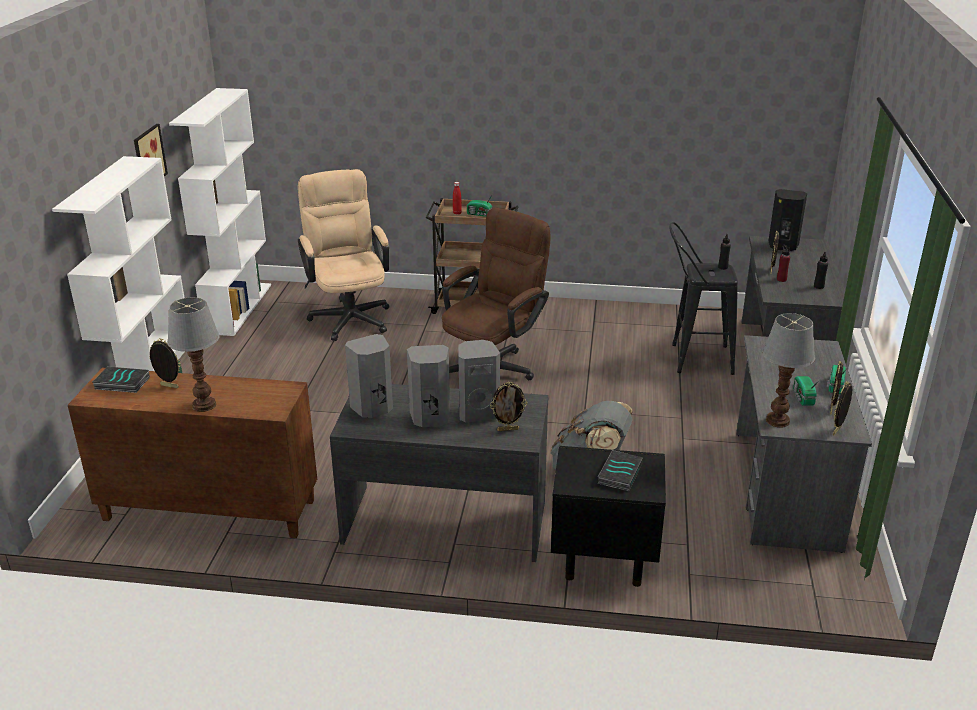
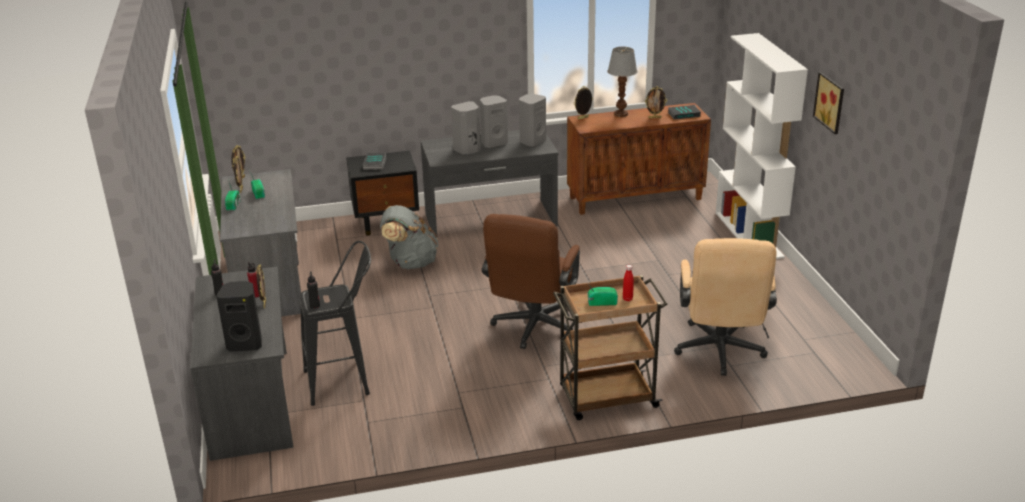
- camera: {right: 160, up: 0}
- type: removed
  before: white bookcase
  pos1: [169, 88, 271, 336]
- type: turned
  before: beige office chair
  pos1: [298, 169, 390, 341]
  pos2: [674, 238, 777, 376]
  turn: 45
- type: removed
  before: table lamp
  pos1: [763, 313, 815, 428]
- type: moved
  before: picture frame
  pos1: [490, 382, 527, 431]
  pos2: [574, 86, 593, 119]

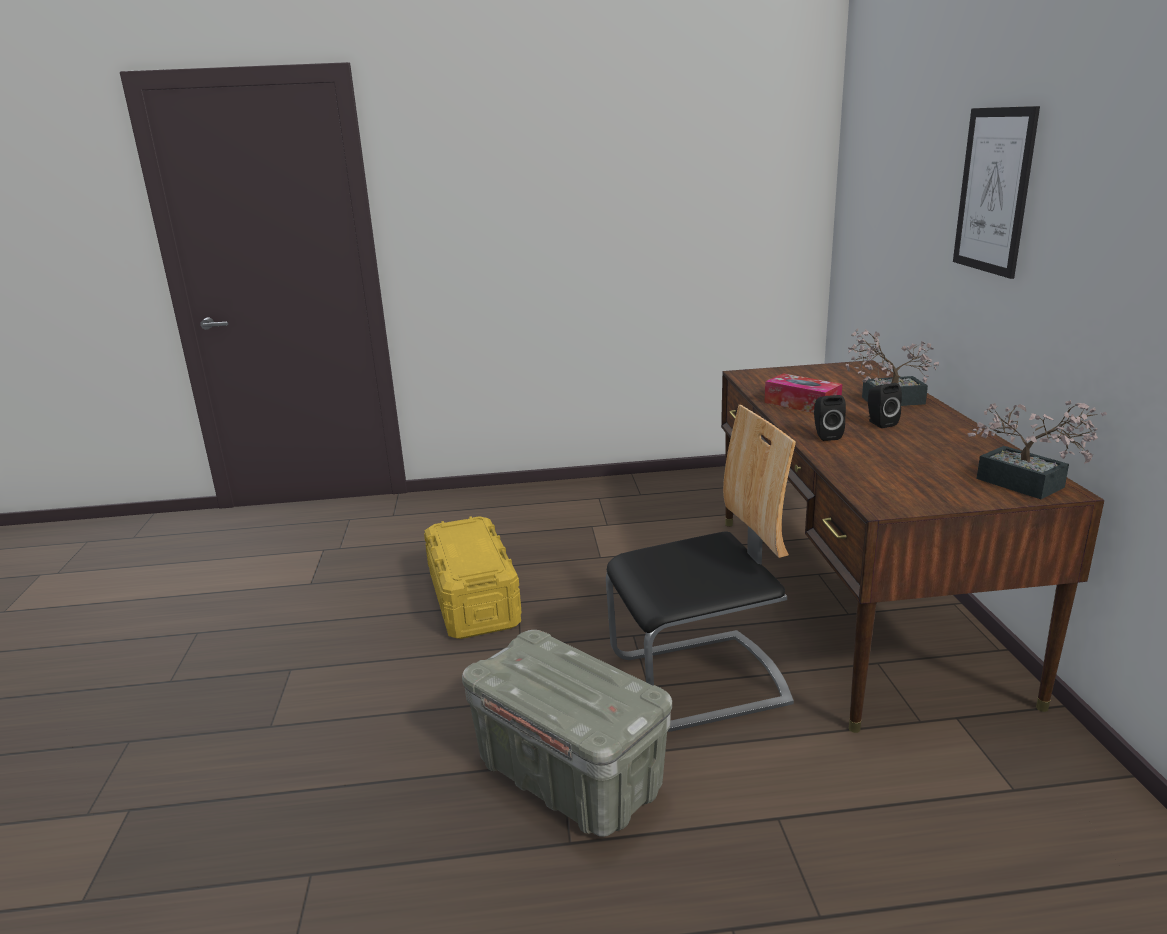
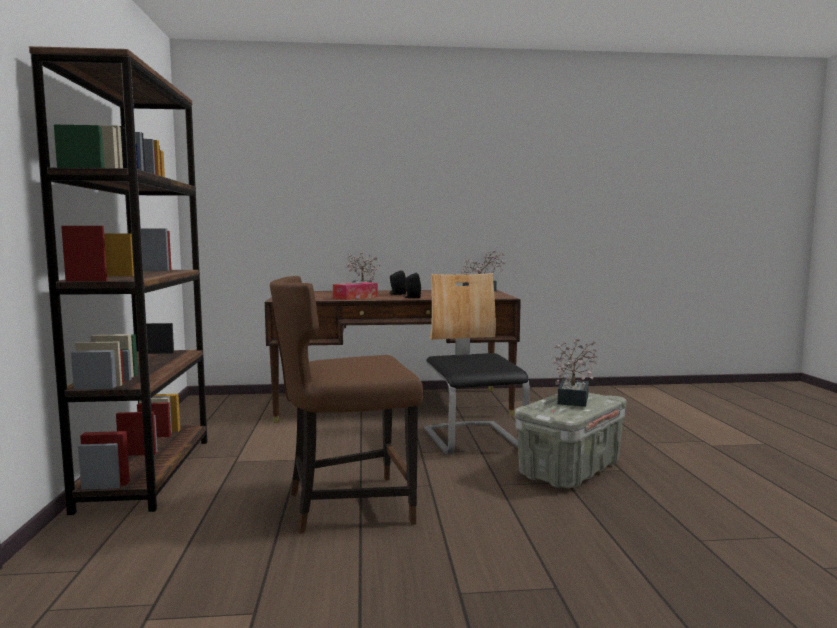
- camera: {right: -90, up: -15}
- type: removed
  before: picture
  pos1: [953, 106, 1040, 279]
- type: replaced
  before: yellow storage box
  after: brown chair
  pos1: [424, 516, 522, 639]
  pos2: [270, 276, 423, 534]
- type: added
  after: brown bookcase
  pos2: [29, 46, 207, 515]
- type: added
  after: potted plant
  pos2: [551, 338, 599, 407]

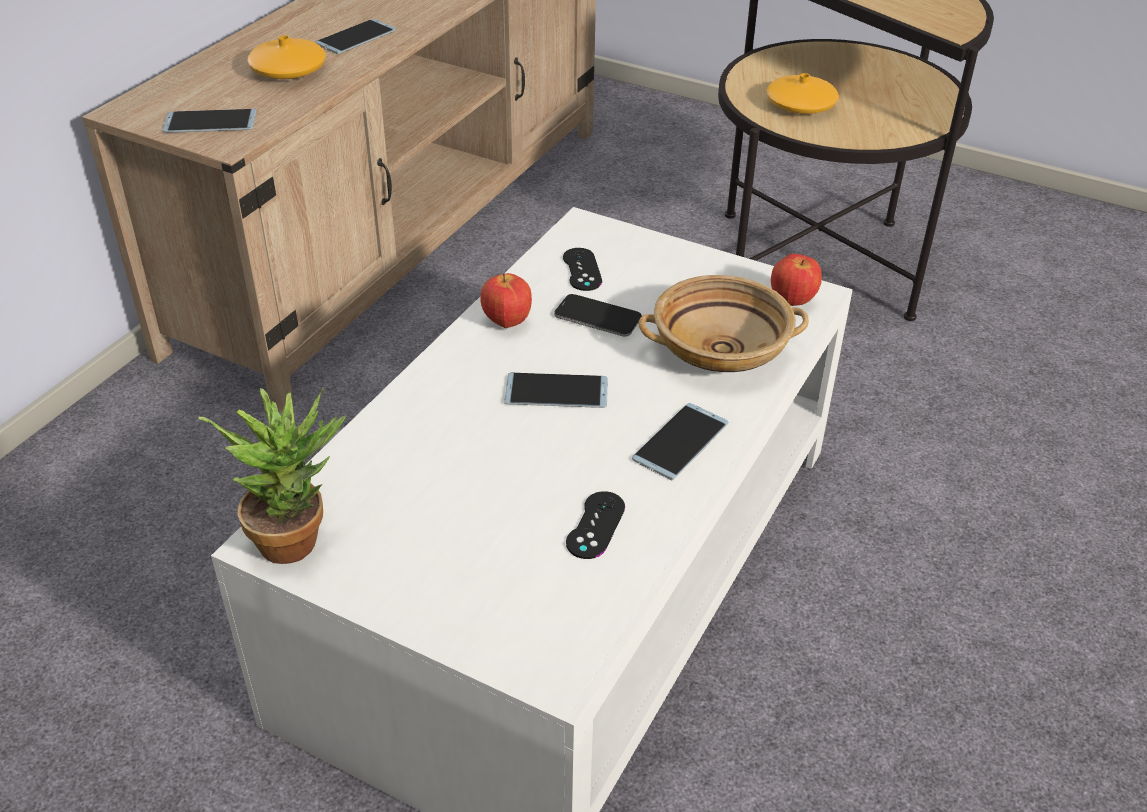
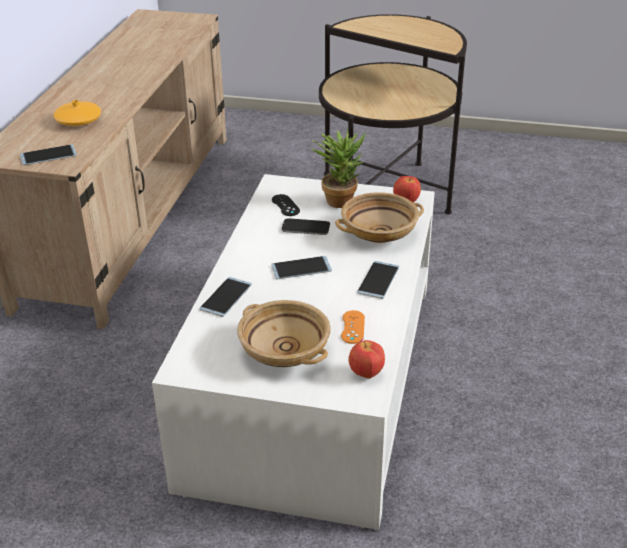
- camera: {right: -15, up: -5}
- type: moved
  before: phone
  pos1: [315, 19, 396, 54]
  pos2: [199, 277, 252, 317]
- type: removed
  before: orange vase
  pos1: [767, 73, 839, 114]
- type: moved
  before: apple
  pos1: [480, 273, 532, 329]
  pos2: [348, 340, 385, 379]
- type: moved
  before: potted plant
  pos1: [198, 388, 347, 564]
  pos2: [312, 130, 366, 208]
- type: recoloured
  before: black game controller
  after: orange game controller
  pos1: [566, 491, 625, 559]
  pos2: [341, 310, 365, 344]
- type: added
  after: beige bowl
  pos2: [237, 300, 331, 367]

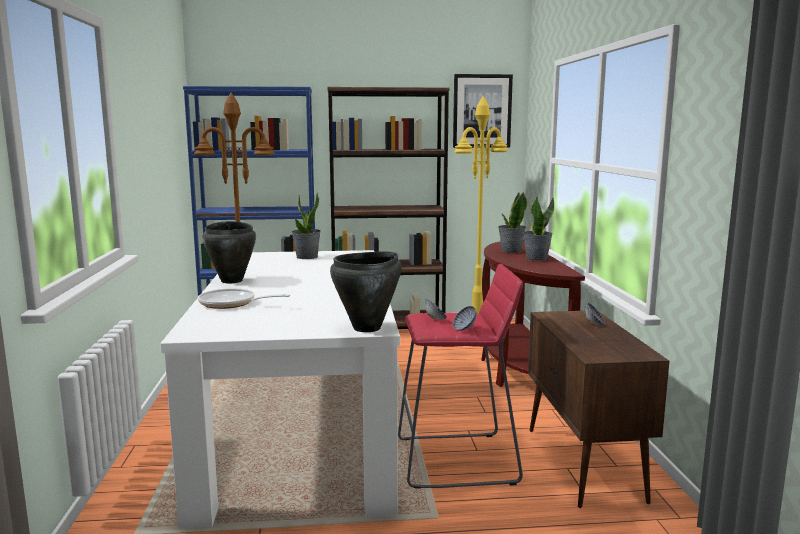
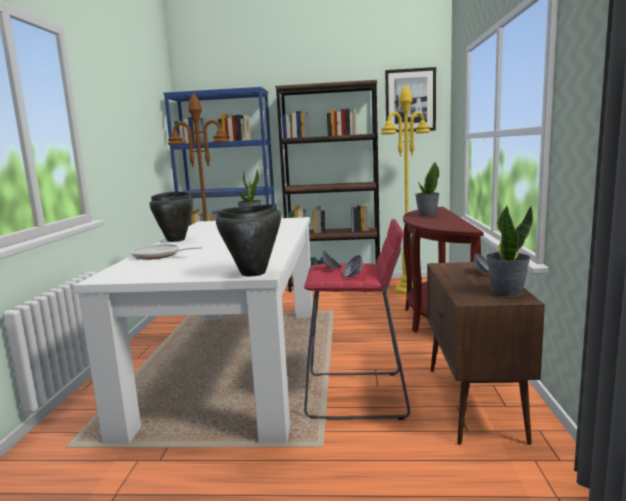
- camera: {right: 10, up: 0}
- type: moved
  before: potted plant
  pos1: [523, 196, 554, 261]
  pos2: [486, 205, 533, 297]

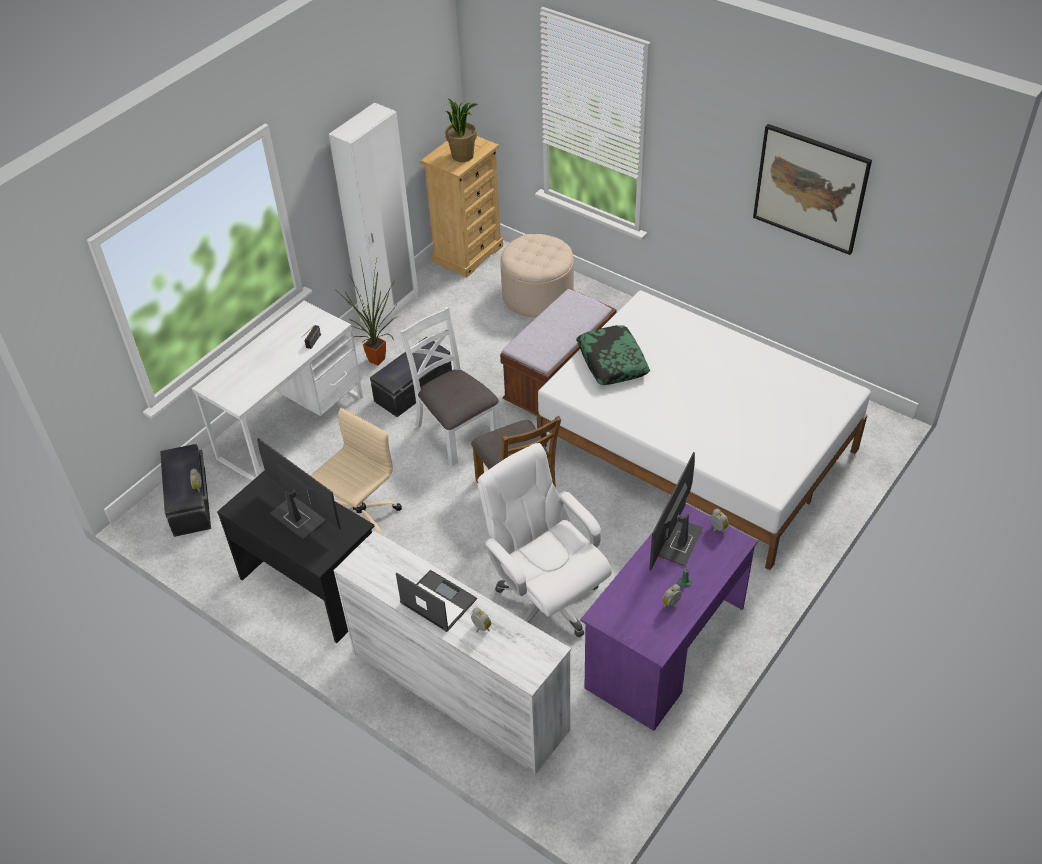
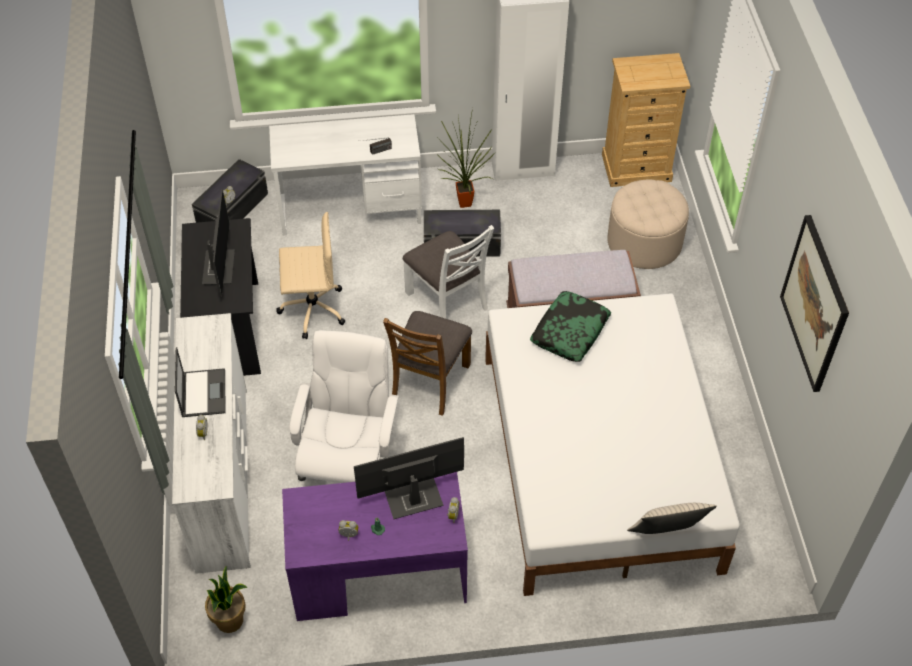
- camera: {right: 45, up: 5}
- type: moved
  before: potted plant
  pos1: [445, 99, 478, 162]
  pos2: [205, 566, 247, 633]
- type: turned
  before: white chair
  pos1: [400, 307, 500, 466]
  pos2: [403, 225, 494, 319]
  turn: 135
- type: added
  after: beige pillow
  pos2: [627, 503, 717, 534]

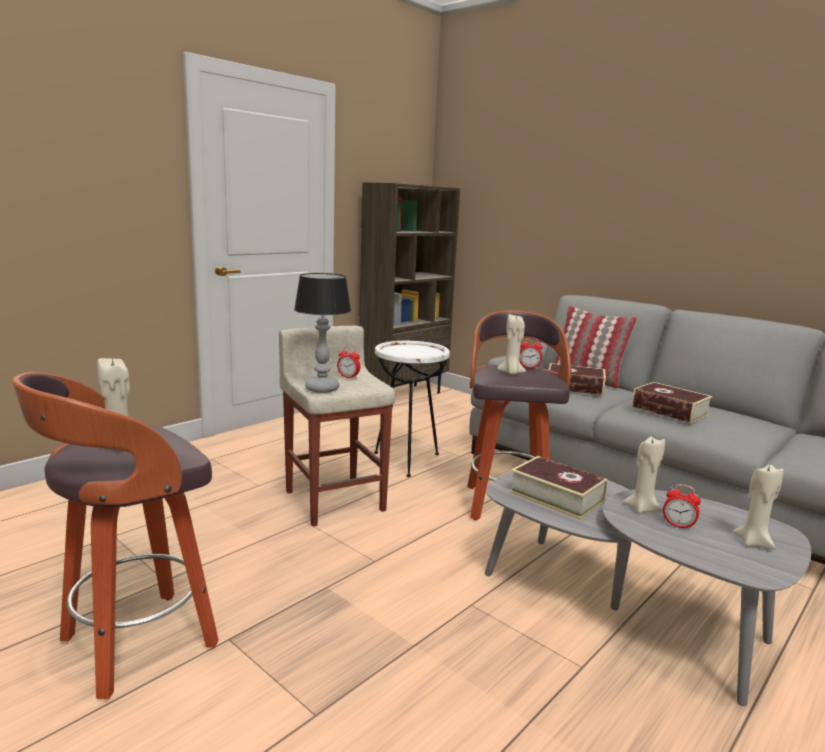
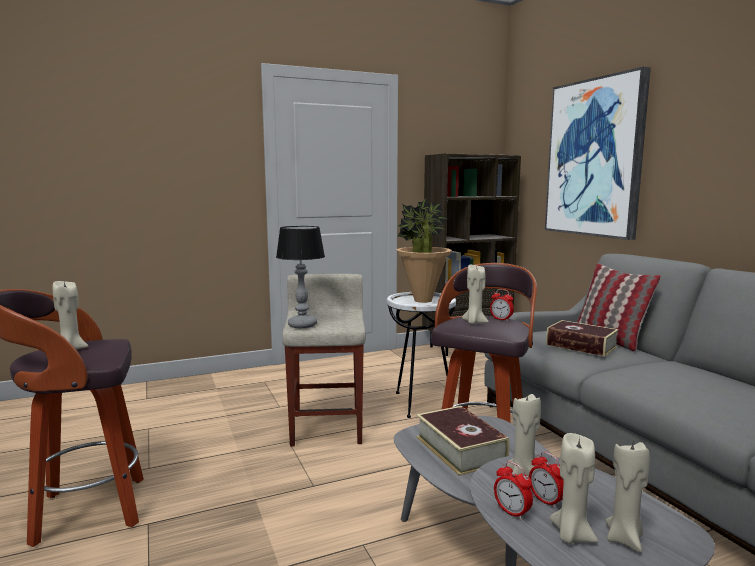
- camera: {right: 25, up: -5}
- type: moved
  before: alarm clock
  pos1: [337, 346, 360, 379]
  pos2: [494, 461, 533, 520]
- type: removed
  before: book
  pos1: [632, 382, 713, 423]
- type: added
  after: picture
  pos2: [545, 67, 651, 240]
- type: added
  after: potted plant
  pos2: [397, 199, 452, 303]
- type: added
  after: beige candle
  pos2: [550, 433, 598, 544]

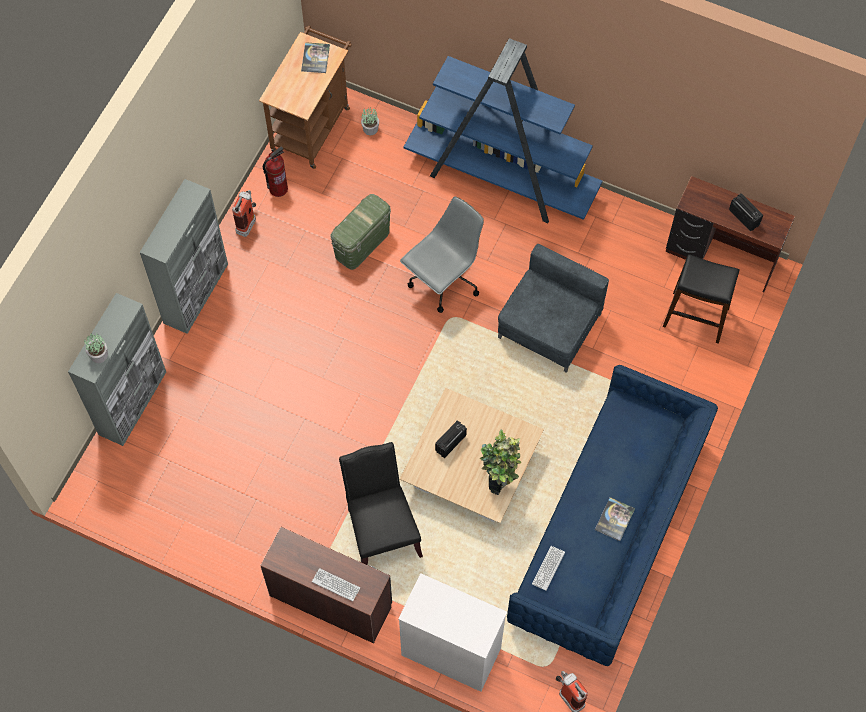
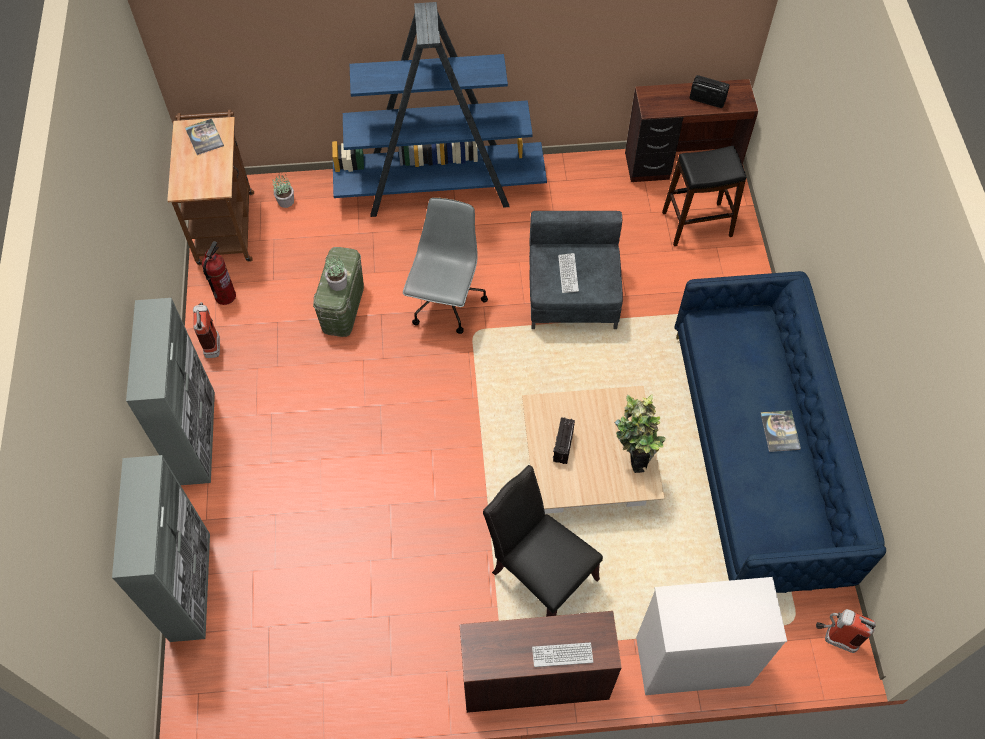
- camera: {right: -30, up: -5}
- type: moved
  before: potted plant
  pos1: [84, 333, 108, 363]
  pos2: [325, 255, 347, 291]
- type: moved
  before: keyboard
  pos1: [532, 546, 565, 591]
  pos2: [558, 253, 579, 293]

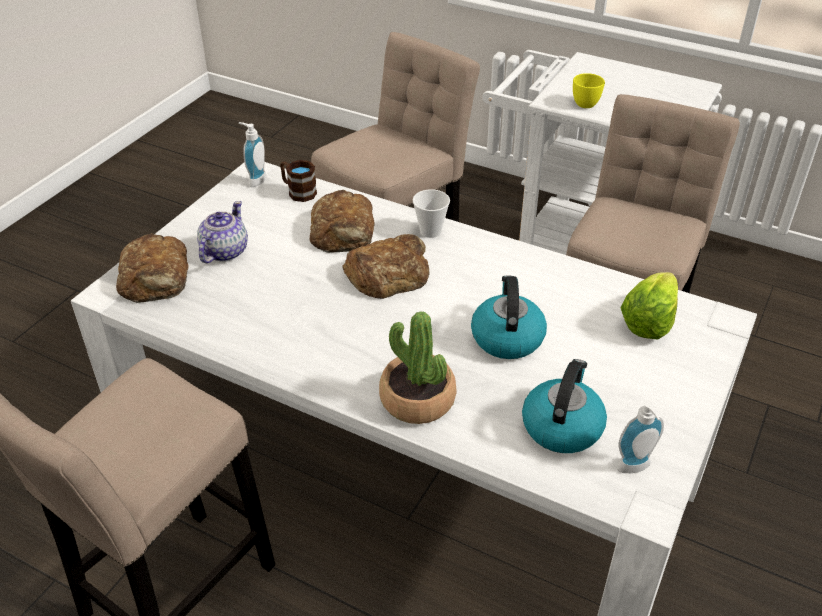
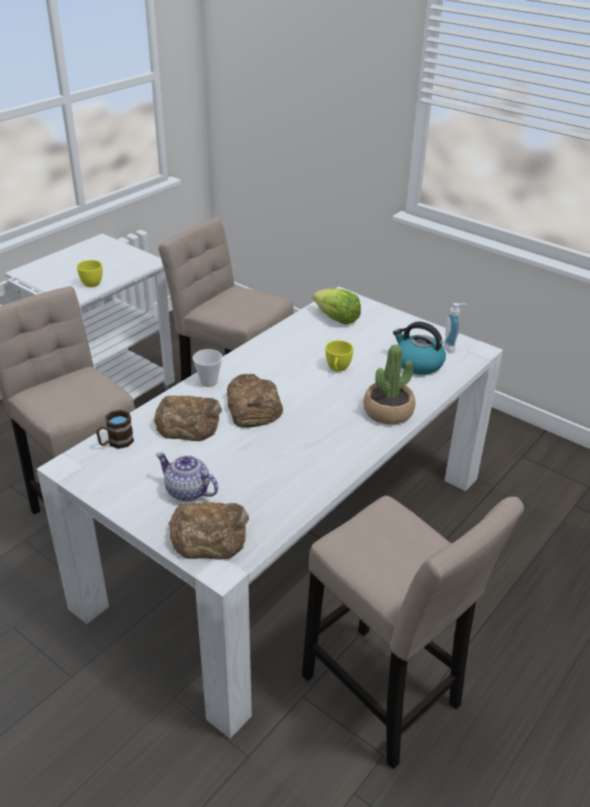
- camera: {right: -80, up: -5}
- type: removed
  before: soap dispenser
  pos1: [239, 122, 267, 187]
- type: replaced
  before: kettle
  after: yellow cup
  pos1: [471, 276, 547, 359]
  pos2: [325, 340, 353, 372]

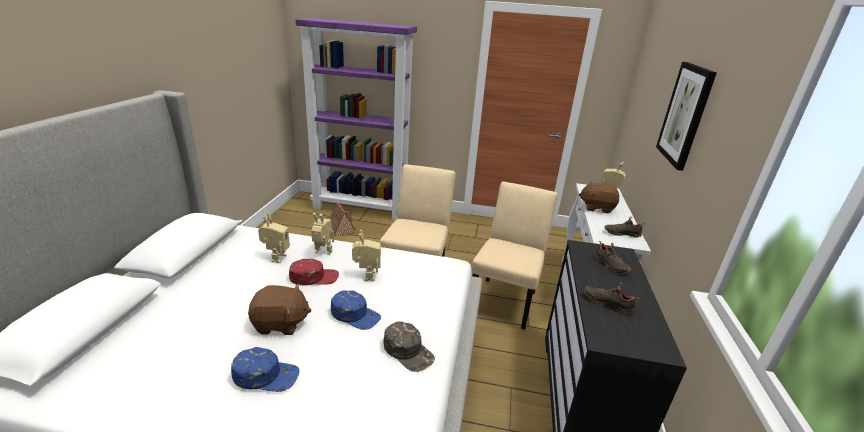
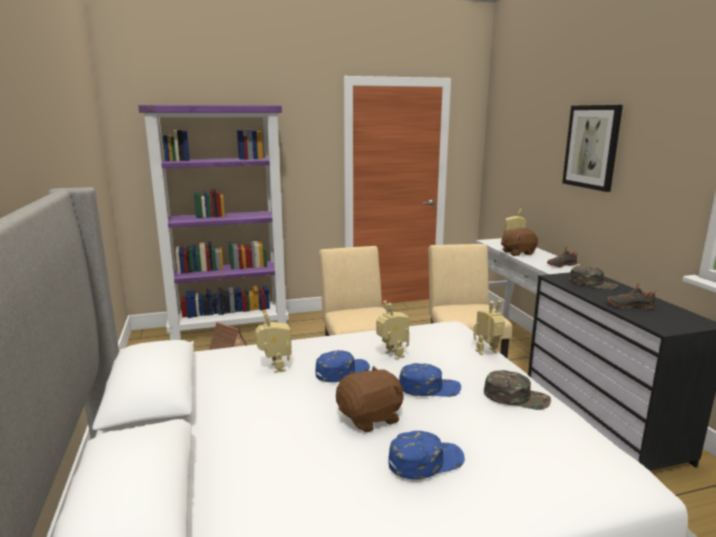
- camera: {right: -25, up: -10}
- type: moved
  before: toy robot
  pos1: [311, 213, 334, 255]
  pos2: [473, 300, 505, 355]
- type: replaced
  before: black shoe
  after: green cap
  pos1: [594, 241, 632, 274]
  pos2: [569, 265, 618, 290]
- type: recoloured
  before: red cap
  after: blue cap
  pos1: [289, 259, 339, 285]
  pos2: [315, 350, 370, 382]

